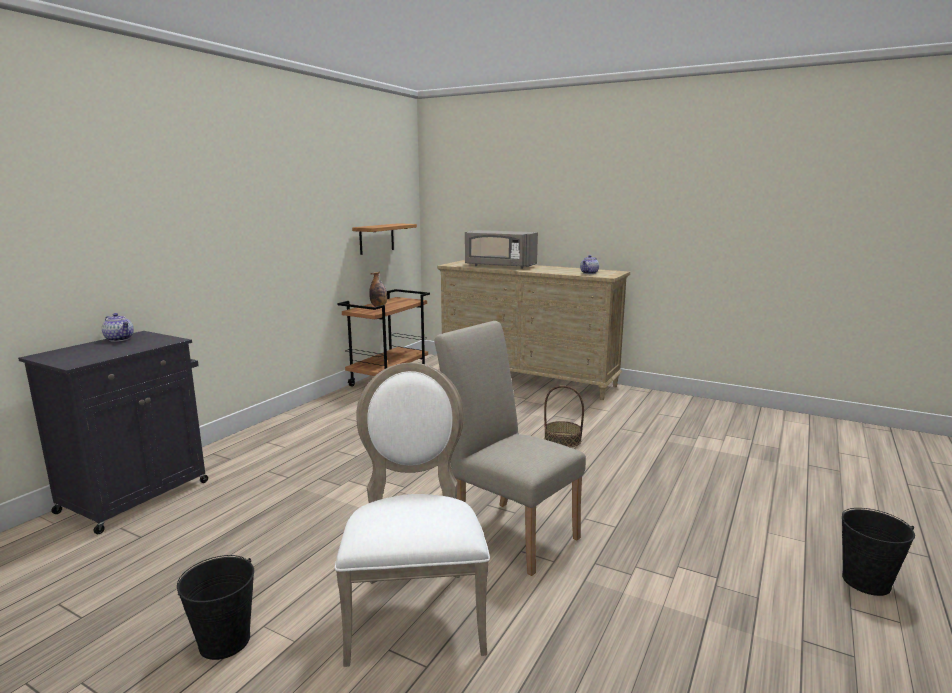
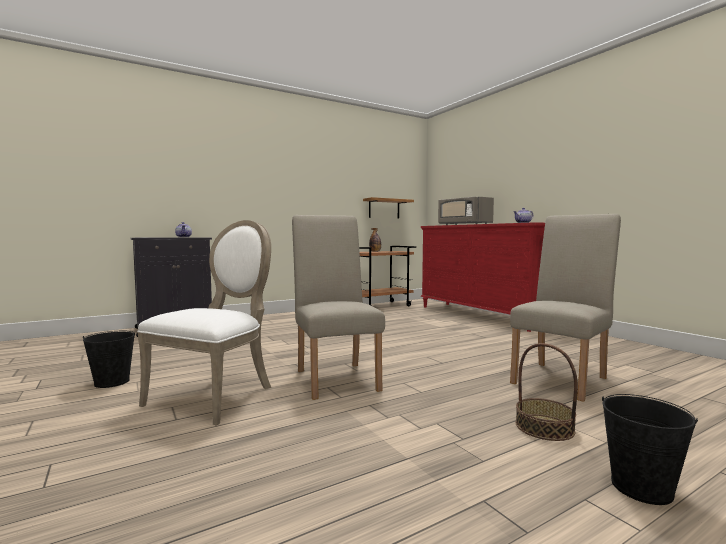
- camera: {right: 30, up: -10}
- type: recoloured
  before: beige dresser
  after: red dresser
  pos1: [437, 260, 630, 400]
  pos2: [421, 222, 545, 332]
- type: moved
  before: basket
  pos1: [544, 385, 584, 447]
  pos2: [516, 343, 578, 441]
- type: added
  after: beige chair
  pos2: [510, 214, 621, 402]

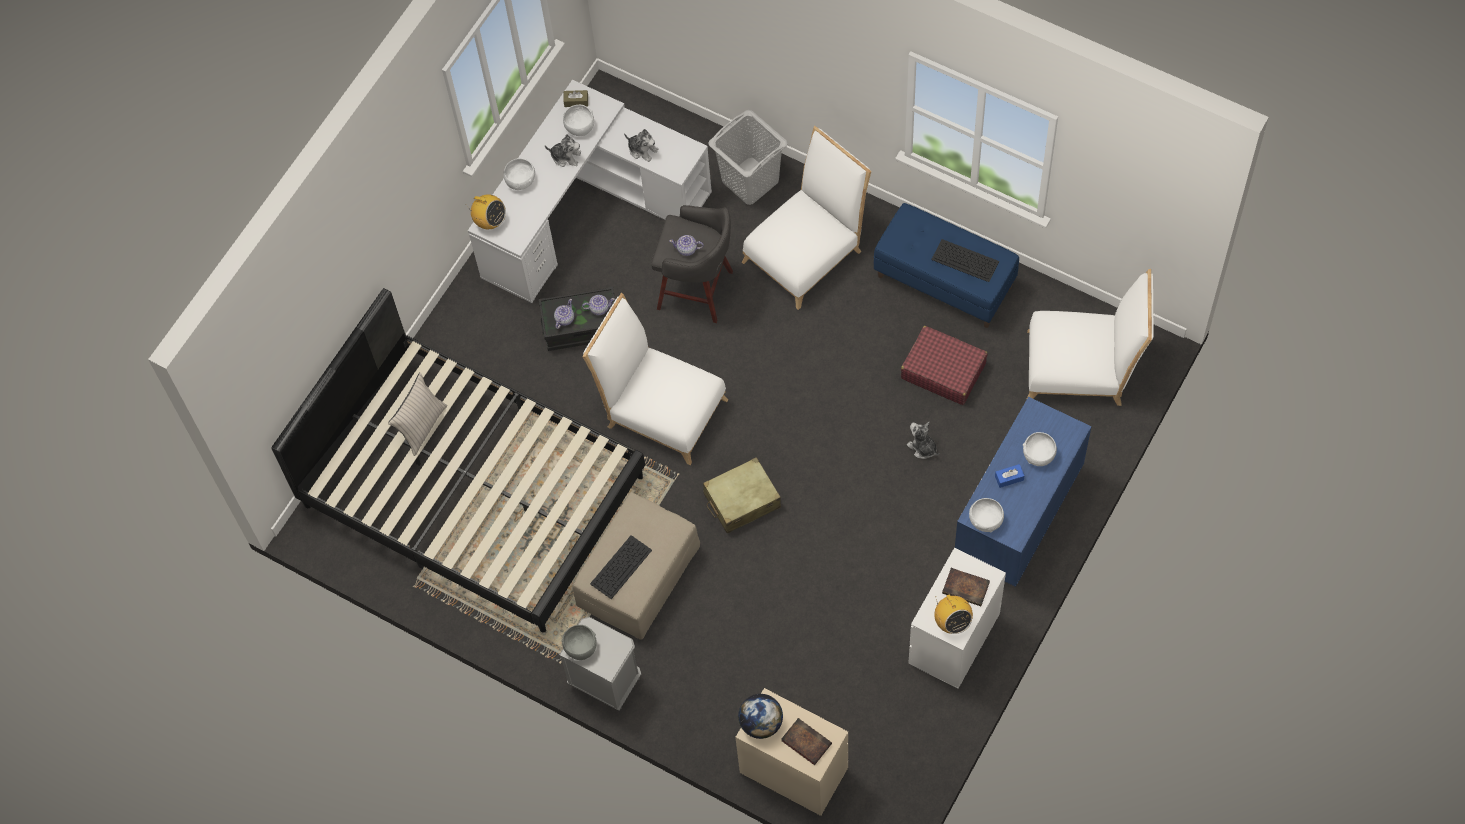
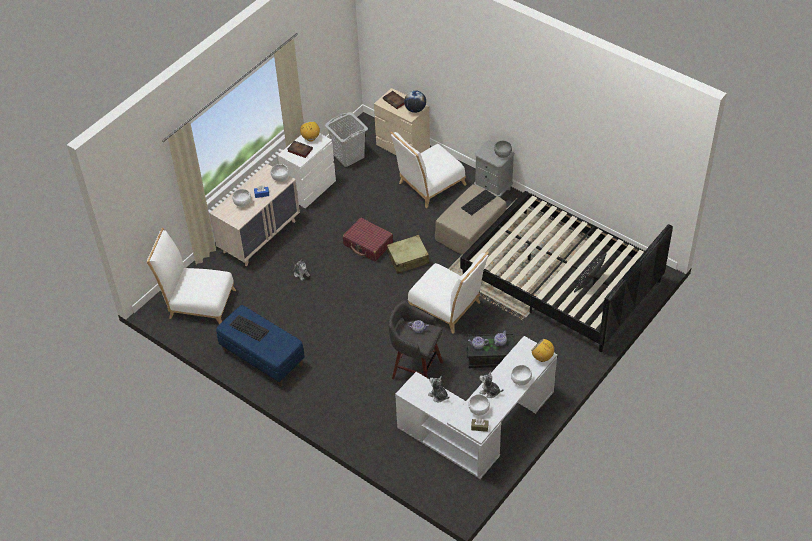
- camera: {right: -175, up: -15}
- type: moved
  before: grey laundry basket
  pos1: [708, 110, 788, 205]
  pos2: [325, 112, 368, 167]
- type: moved
  before: white chair
  pos1: [742, 126, 871, 310]
  pos2: [390, 131, 467, 208]
- type: moved
  before: red suitcase
  pos1: [901, 326, 988, 405]
  pos2: [343, 218, 393, 261]
- type: recoloured
  before: beige pillow
  after: black pillow
  pos1: [388, 372, 447, 456]
  pos2: [574, 253, 607, 293]
- type: recoloured
  before: blue dresser
  after: beige dresser
  pos1: [955, 397, 1092, 587]
  pos2: [210, 164, 300, 266]

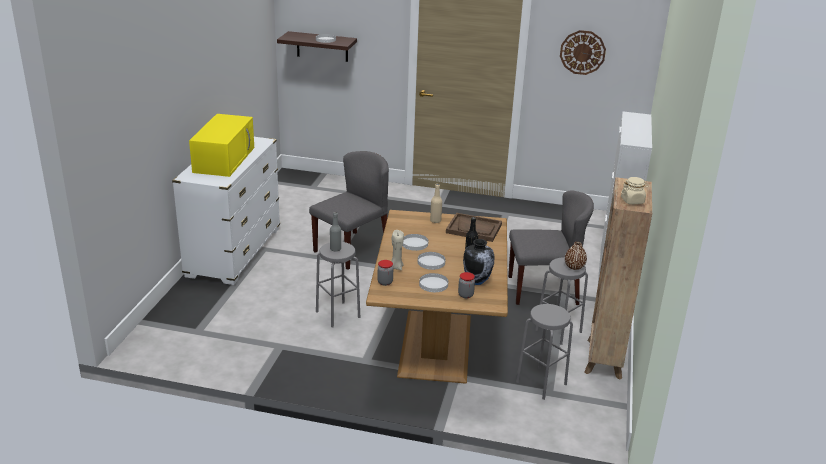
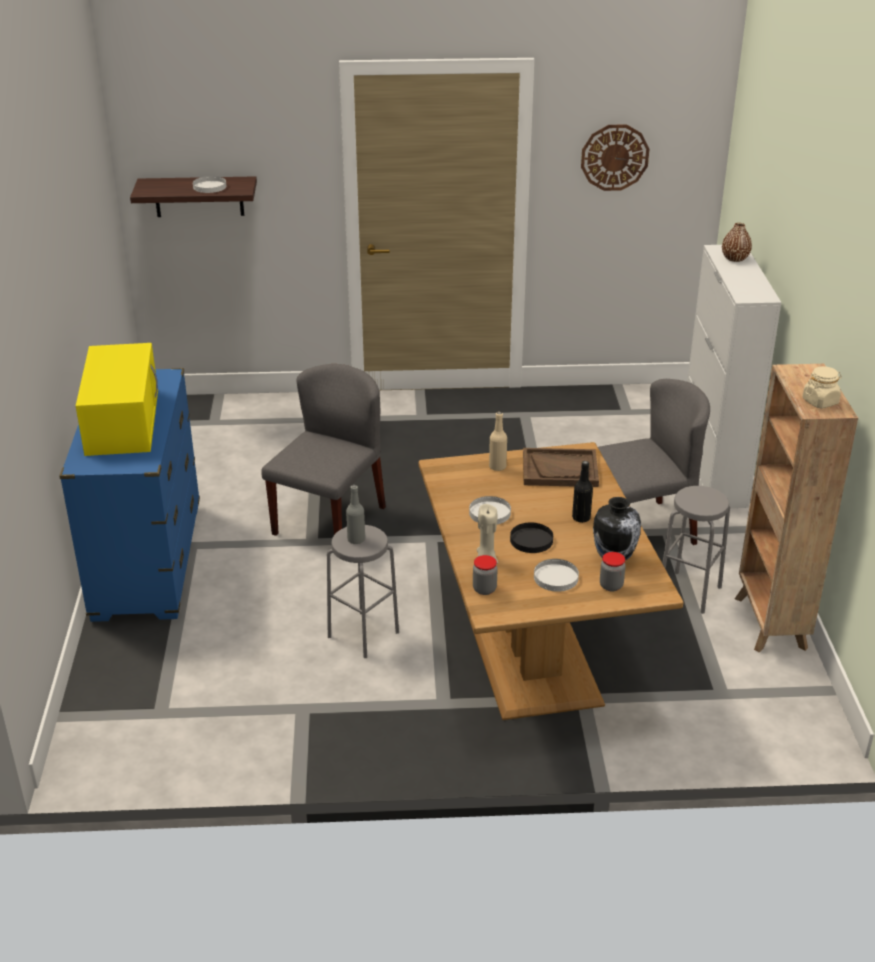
- camera: {right: -15, up: 5}
- type: recoloured
  before: white dresser
  after: blue dresser
  pos1: [172, 137, 280, 285]
  pos2: [59, 368, 200, 622]
- type: moved
  before: brown vase
  pos1: [565, 242, 587, 270]
  pos2: [722, 223, 752, 262]
- type: recoloured
  before: white plate
  after: black plate
  pos1: [418, 252, 446, 270]
  pos2: [510, 523, 553, 553]
- type: removed
  before: grey stool
  pos1: [516, 304, 573, 400]

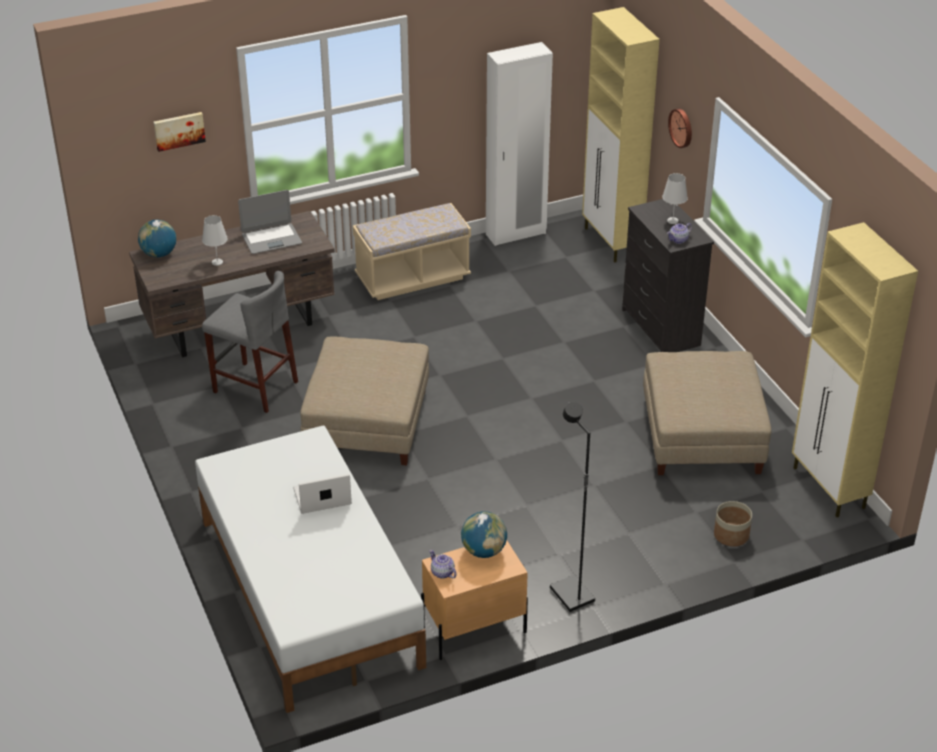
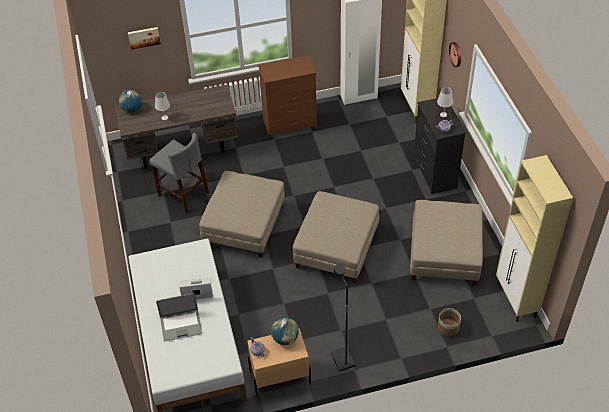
- camera: {right: 10, up: 10}
- type: moved
  before: laptop
  pos1: [238, 190, 302, 254]
  pos2: [156, 293, 202, 341]
- type: replaced
  before: beige bench
  after: brown dresser
  pos1: [353, 203, 471, 300]
  pos2: [258, 55, 317, 138]
- type: added
  after: beige ottoman
  pos2: [293, 191, 379, 283]

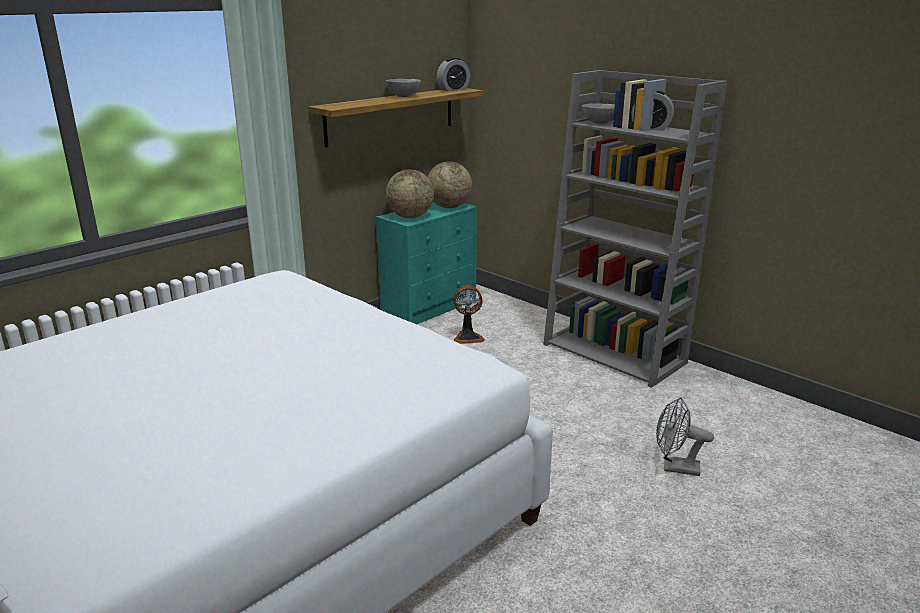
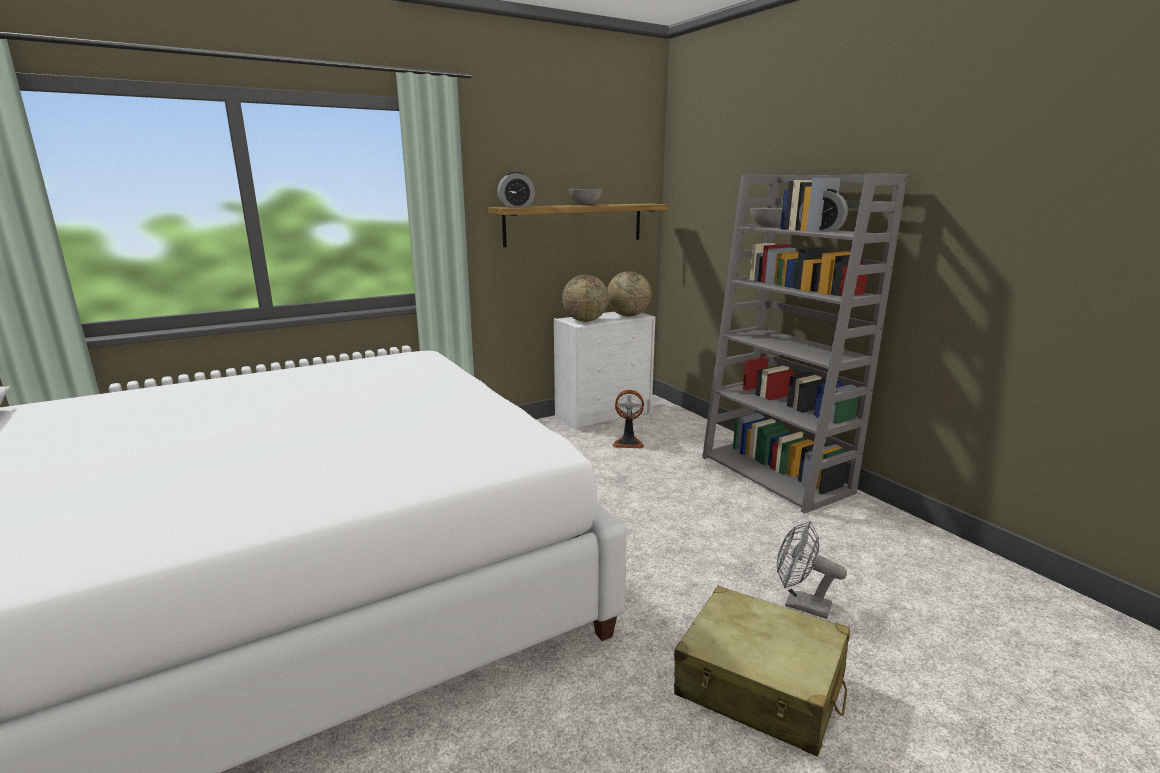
- camera: {right: 15, up: -5}
- type: moved
  before: alarm clock
  pos1: [437, 58, 470, 91]
  pos2: [497, 172, 535, 207]
- type: recoloured
  before: turquoise dresser
  after: white dresser
  pos1: [376, 202, 477, 324]
  pos2: [554, 312, 655, 430]
- type: added
  after: beige suitcase
  pos2: [674, 586, 850, 757]

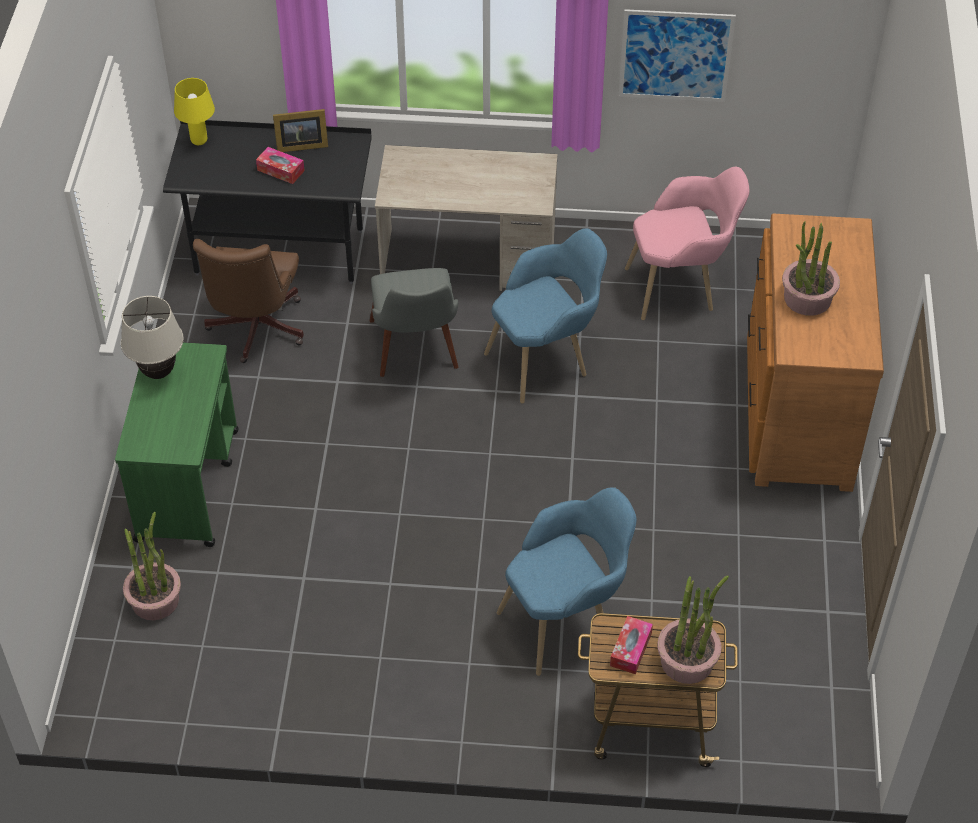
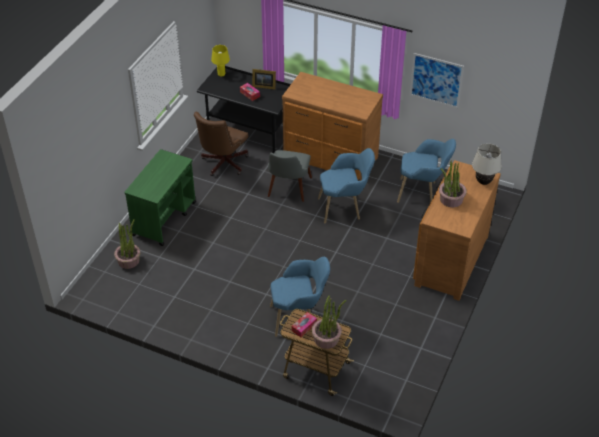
- camera: {right: 20, up: -5}
- type: replaced
  before: beige desk
  after: brown dresser
  pos1: [375, 145, 557, 291]
  pos2: [282, 72, 383, 181]
- type: recoloured
  before: pink armchair
  after: blue armchair
  pos1: [625, 167, 750, 320]
  pos2: [397, 139, 456, 203]
- type: moved
  before: beige table lamp
  pos1: [121, 296, 184, 379]
  pos2: [472, 143, 502, 185]

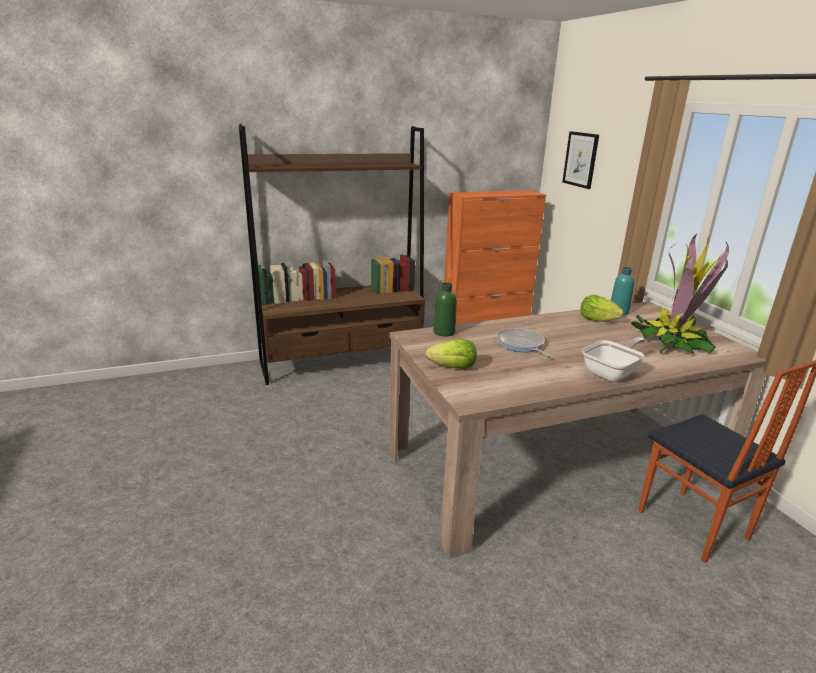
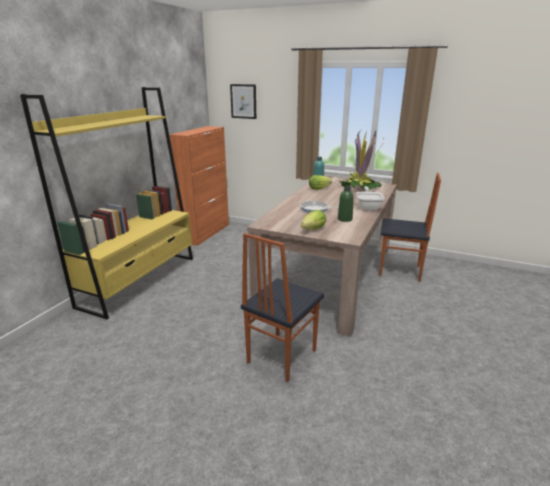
- camera: {right: -45, up: 0}
- type: recoloured
  before: brown bookcase
  after: yellow bookcase
  pos1: [239, 124, 425, 385]
  pos2: [20, 87, 193, 319]
- type: moved
  before: green bottle
  pos1: [433, 283, 456, 336]
  pos2: [338, 186, 354, 222]
- type: added
  after: chair
  pos2: [241, 233, 324, 382]

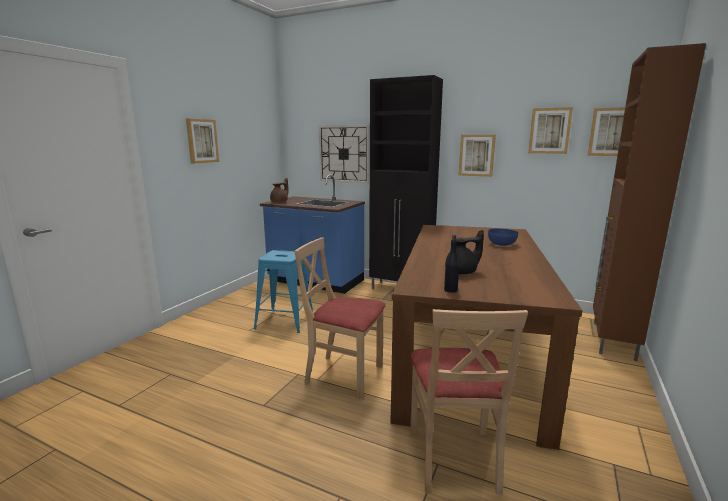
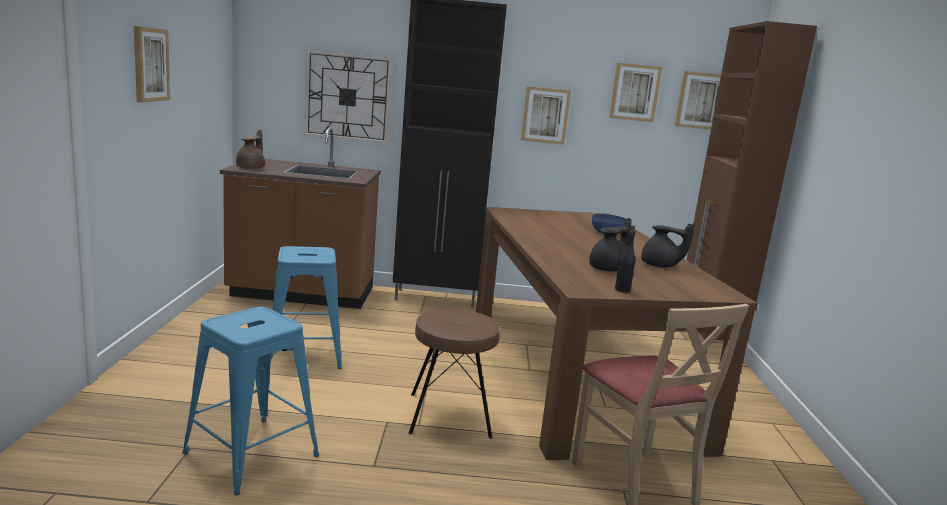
- camera: {right: -25, up: 0}
- type: recoloured
  before: blue counter
  after: brown counter
  pos1: [260, 175, 365, 294]
  pos2: [220, 128, 381, 309]
- type: replaced
  before: beige chair
  after: brown stool
  pos1: [294, 237, 386, 399]
  pos2: [408, 309, 500, 439]
- type: added
  after: black teapot
  pos2: [641, 223, 694, 268]
- type: added
  after: blue stool
  pos2: [182, 306, 319, 495]

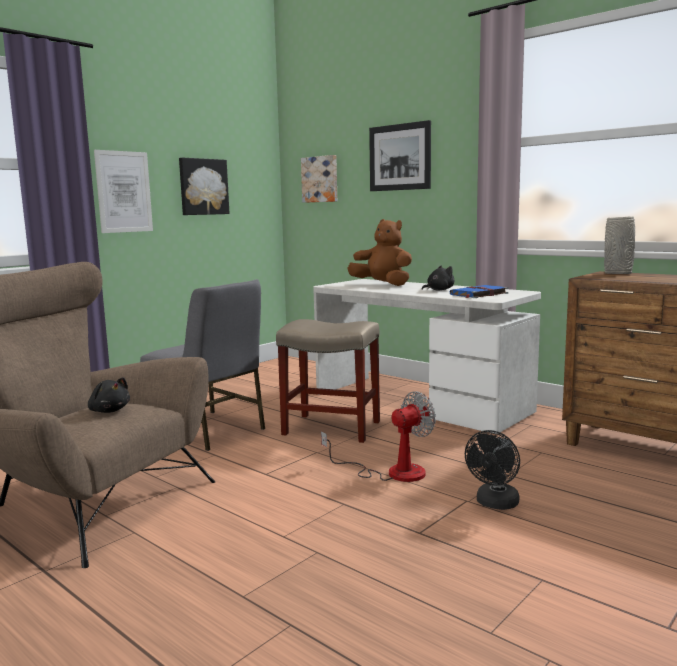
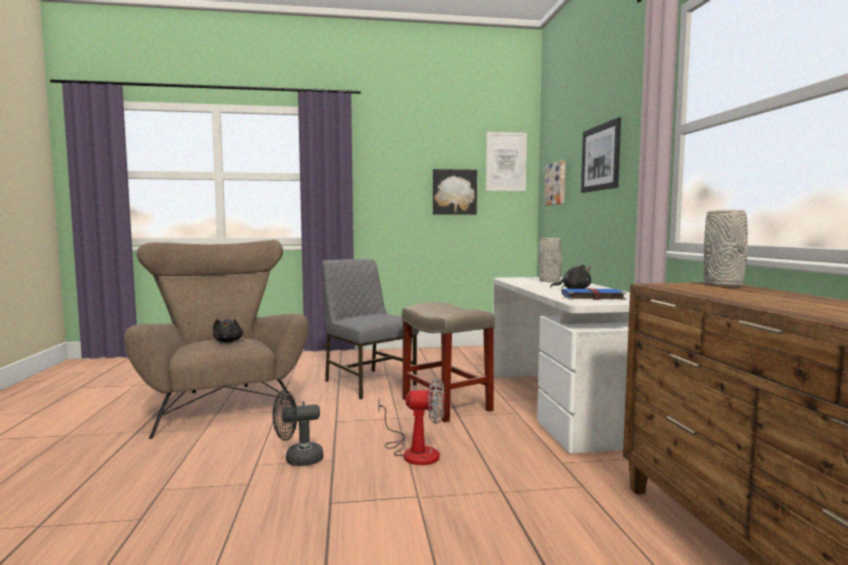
- camera: {right: 40, up: -5}
- type: moved
  before: picture
  pos1: [94, 150, 153, 233]
  pos2: [486, 132, 527, 191]
- type: replaced
  before: brown plush toy
  after: grey vase
  pos1: [347, 219, 412, 286]
  pos2: [539, 238, 562, 282]
- type: turned
  before: grey chair
  pos1: [140, 279, 265, 451]
  pos2: [322, 259, 419, 399]
  turn: 150
- type: moved
  before: black fan
  pos1: [465, 430, 520, 510]
  pos2: [273, 390, 323, 466]

